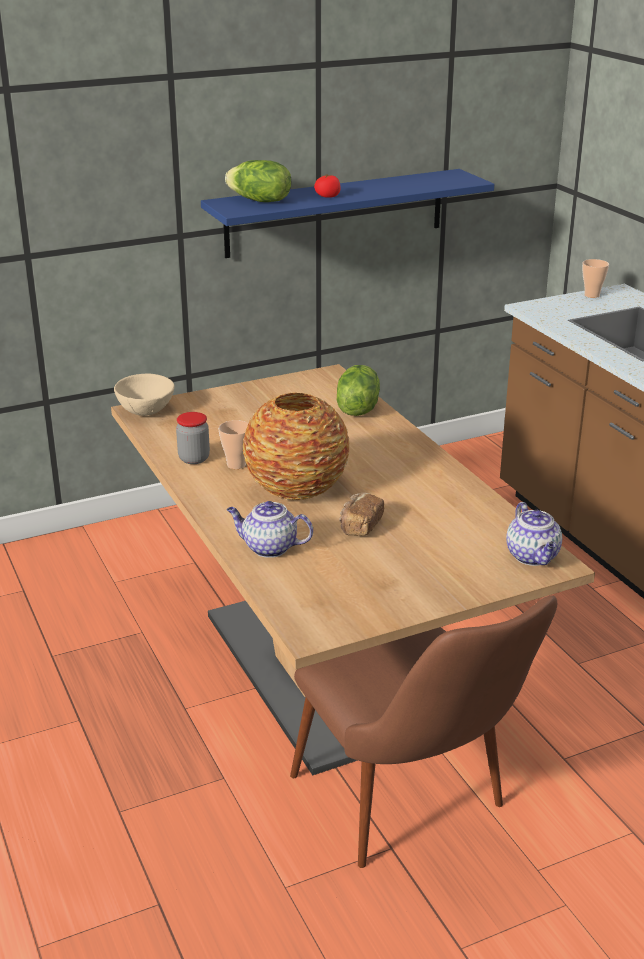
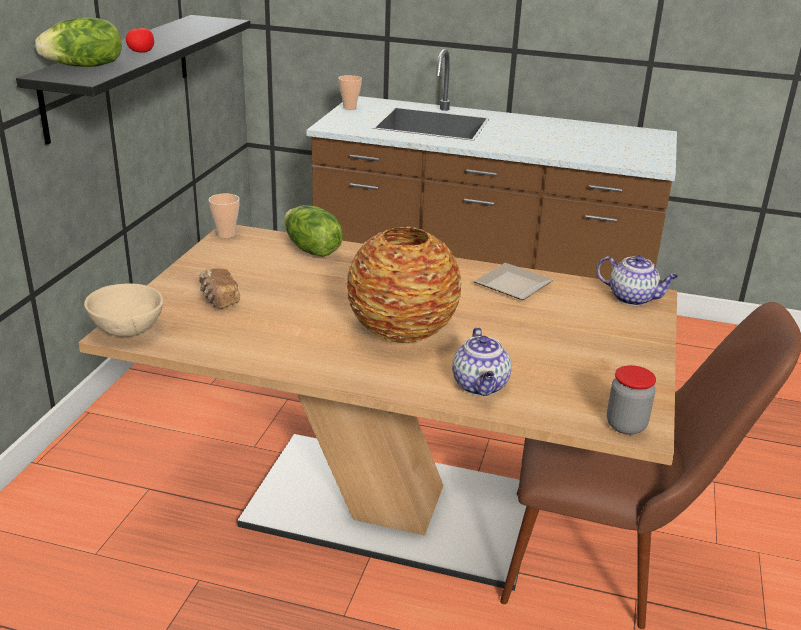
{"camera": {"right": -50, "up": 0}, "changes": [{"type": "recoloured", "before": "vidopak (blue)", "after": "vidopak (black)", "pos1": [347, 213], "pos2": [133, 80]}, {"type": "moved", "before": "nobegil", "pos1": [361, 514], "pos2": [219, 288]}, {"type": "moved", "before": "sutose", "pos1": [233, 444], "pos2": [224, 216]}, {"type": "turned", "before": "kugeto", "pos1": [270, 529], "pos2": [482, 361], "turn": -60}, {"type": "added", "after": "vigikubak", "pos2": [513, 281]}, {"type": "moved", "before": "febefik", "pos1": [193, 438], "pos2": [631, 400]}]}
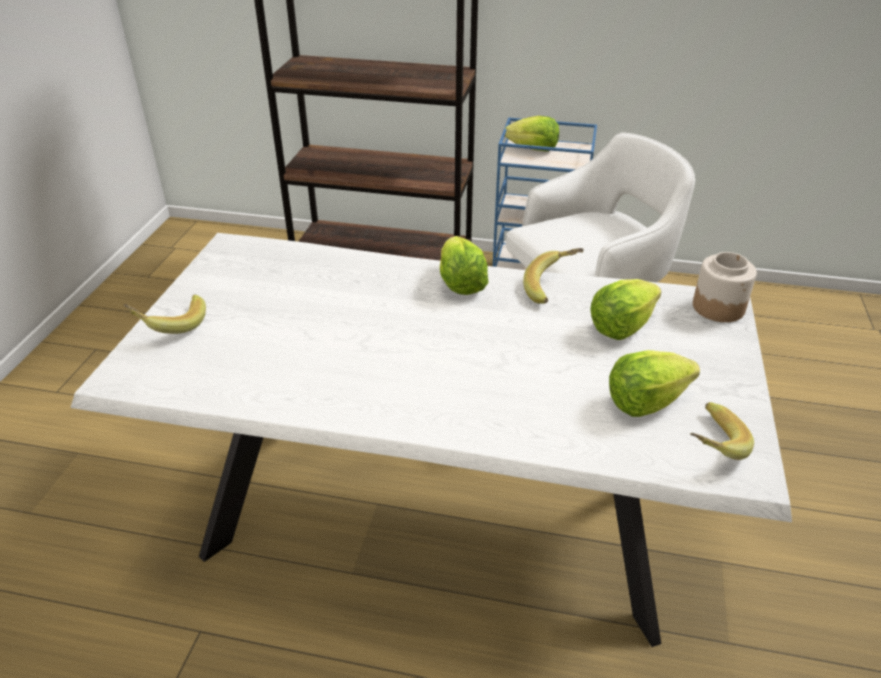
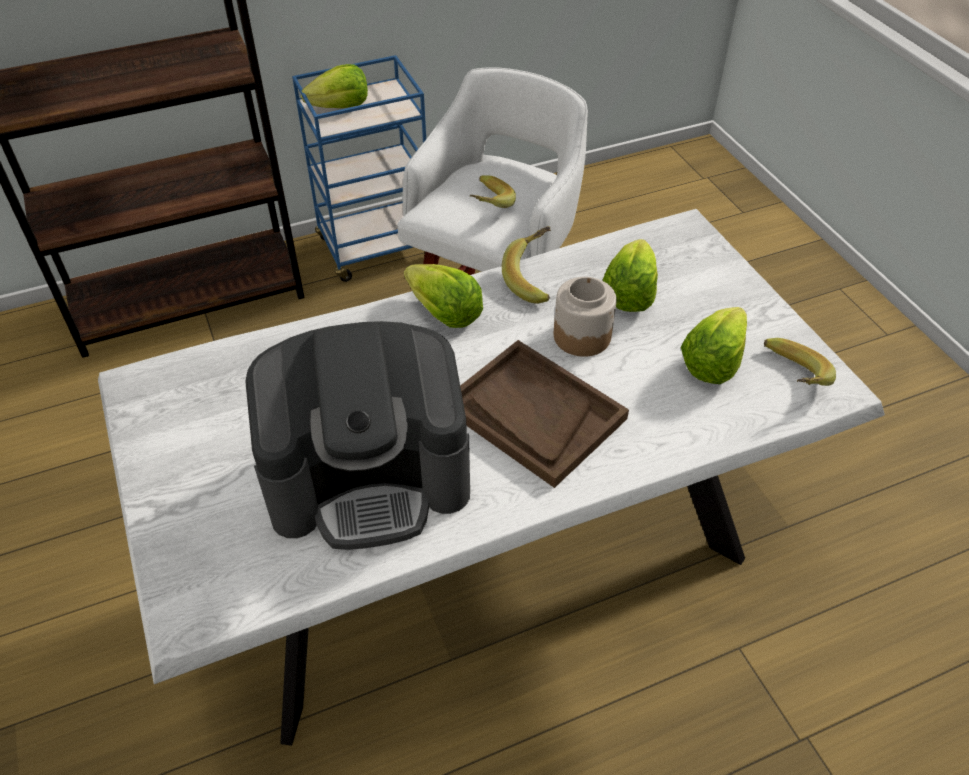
{"camera": {"right": -35, "up": 10}, "changes": [{"type": "added", "after": "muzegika", "pos2": [357, 435]}, {"type": "added", "after": "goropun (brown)", "pos2": [544, 414]}, {"type": "moved", "before": "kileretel", "pos1": [164, 314], "pos2": [493, 191]}, {"type": "moved", "before": "febefik", "pos1": [725, 287], "pos2": [585, 317]}]}
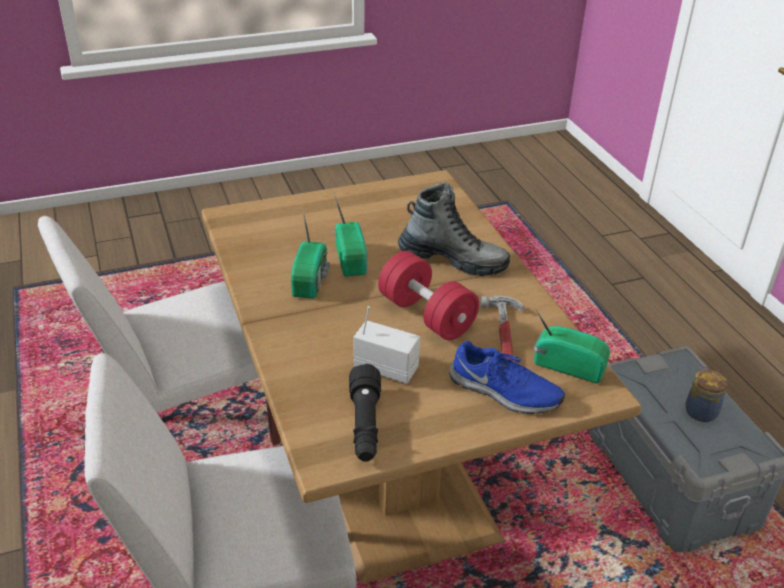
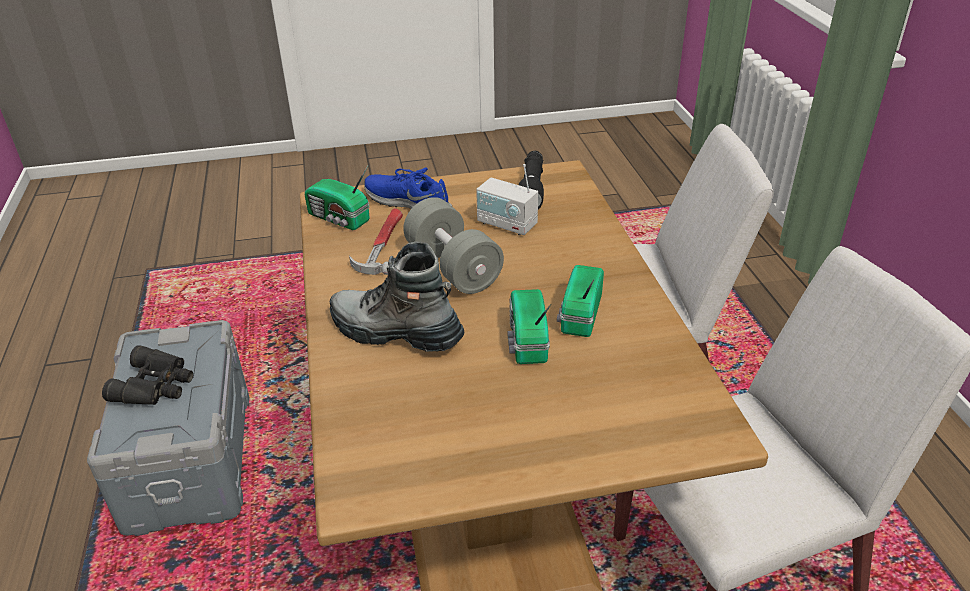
{"camera": {"right": -170, "up": 0}, "changes": [{"type": "replaced", "before": "febefik", "after": "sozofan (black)", "pos1": [706, 395], "pos2": [147, 375]}, {"type": "recoloured", "before": "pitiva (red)", "after": "pitiva (grey)", "pos1": [428, 295], "pos2": [453, 245]}]}
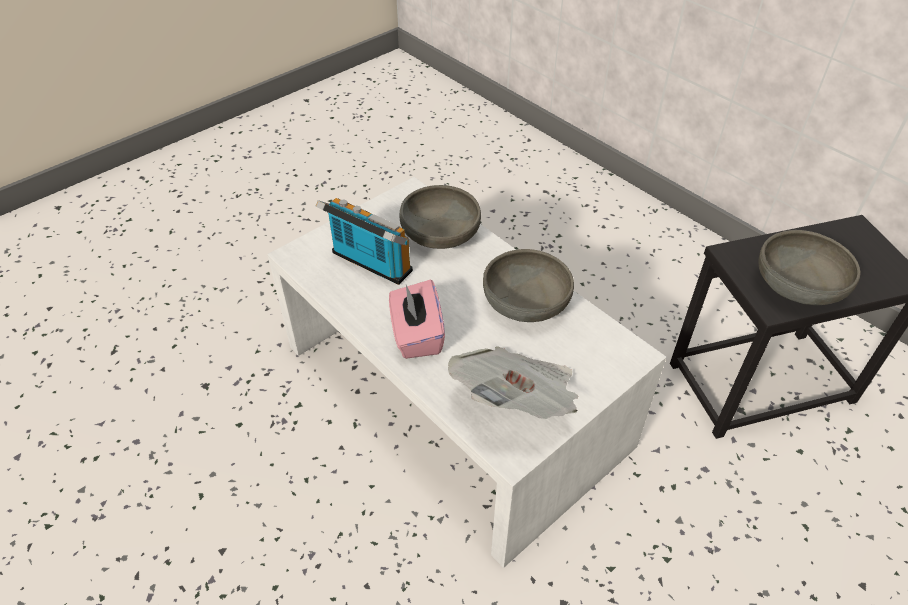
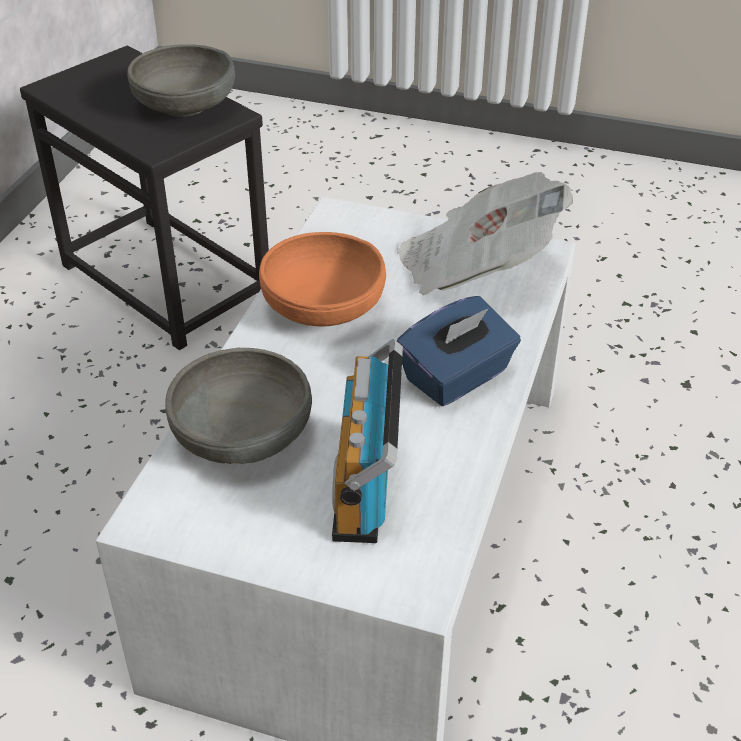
{"camera": {"right": -120, "up": -5}, "changes": [{"type": "recoloured", "before": "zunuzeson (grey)", "after": "zunuzeson (orange)", "pos1": [528, 285], "pos2": [322, 279]}, {"type": "recoloured", "before": "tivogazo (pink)", "after": "tivogazo (blue)", "pos1": [417, 319], "pos2": [459, 351]}]}
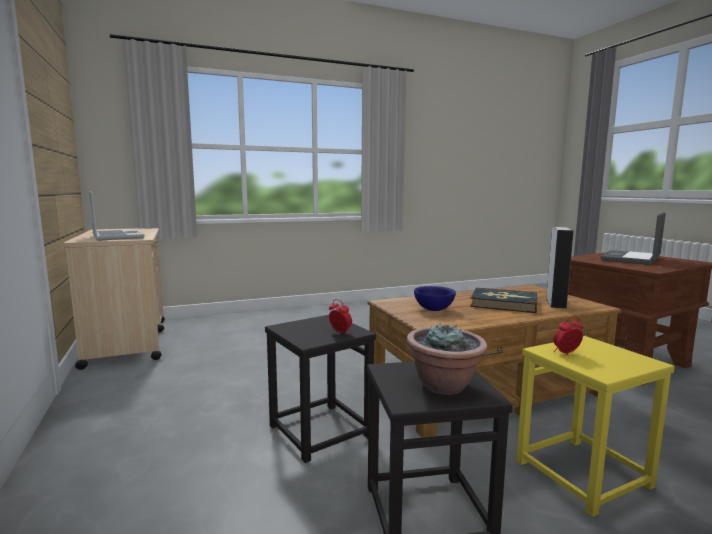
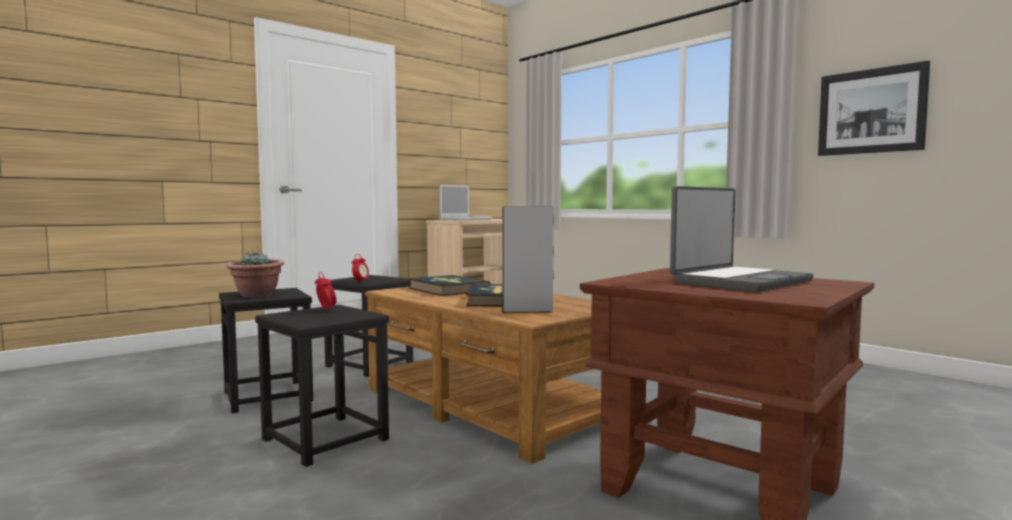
{"camera": {"right": 70, "up": -5}, "changes": [{"type": "recoloured", "before": "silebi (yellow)", "after": "silebi (black)", "pos1": [595, 426], "pos2": [322, 386]}, {"type": "replaced", "before": "zunuzeson (blue)", "after": "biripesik", "pos1": [435, 298], "pos2": [449, 285]}, {"type": "turned", "before": "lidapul", "pos1": [633, 238], "pos2": [742, 239], "turn": 120}, {"type": "added", "after": "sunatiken", "pos2": [874, 108]}]}
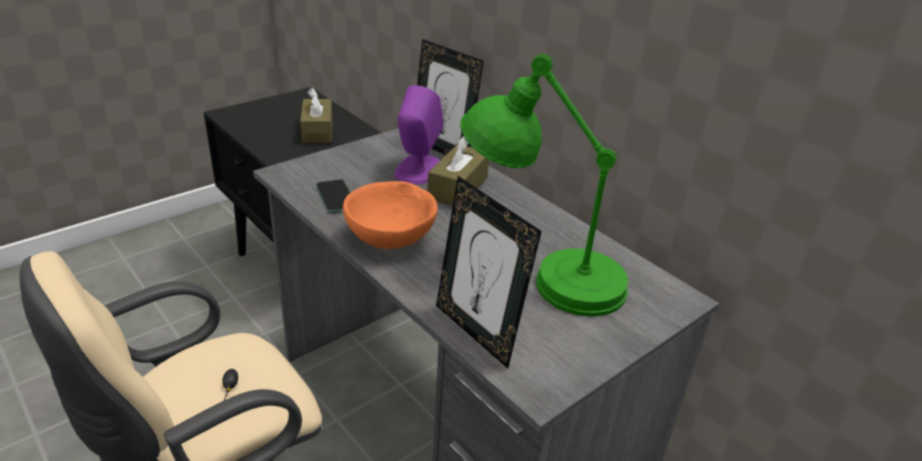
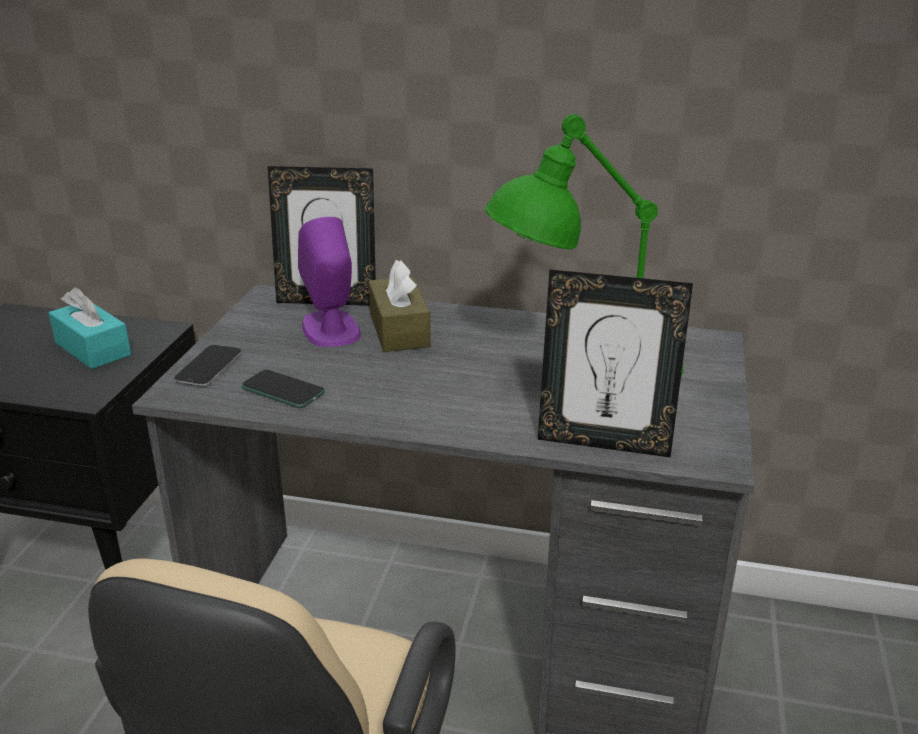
{"camera": {"right": -35, "up": -5}, "changes": [{"type": "recoloured", "before": "tivogazo (brown)", "after": "tivogazo (turquoise)", "pos1": [316, 115], "pos2": [90, 328]}, {"type": "added", "after": "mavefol", "pos2": [208, 365]}, {"type": "removed", "before": "zunuzeson (orange)", "pos1": [390, 215]}]}
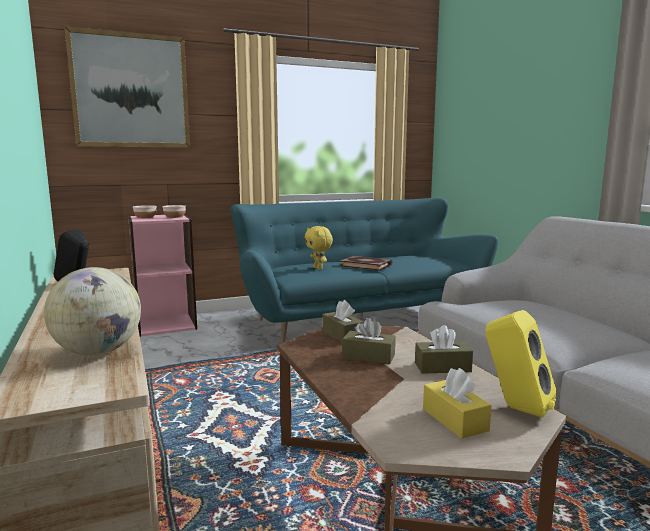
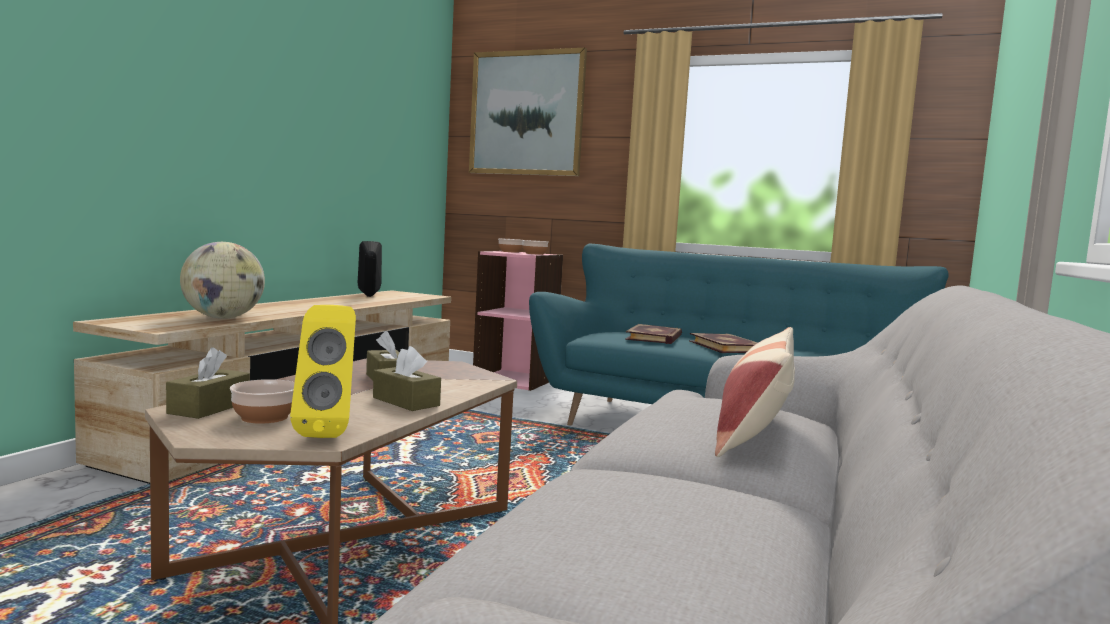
{"camera": {"right": 45, "up": -5}, "changes": [{"type": "moved", "before": "tivogazo (brown)", "pos1": [343, 321], "pos2": [208, 383]}, {"type": "replaced", "before": "tivogazo (yellow)", "after": "zunuzeson", "pos1": [457, 403], "pos2": [262, 401]}, {"type": "replaced", "before": "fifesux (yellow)", "after": "biripesik", "pos1": [318, 248], "pos2": [653, 334]}, {"type": "added", "after": "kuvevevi", "pos2": [755, 392]}]}
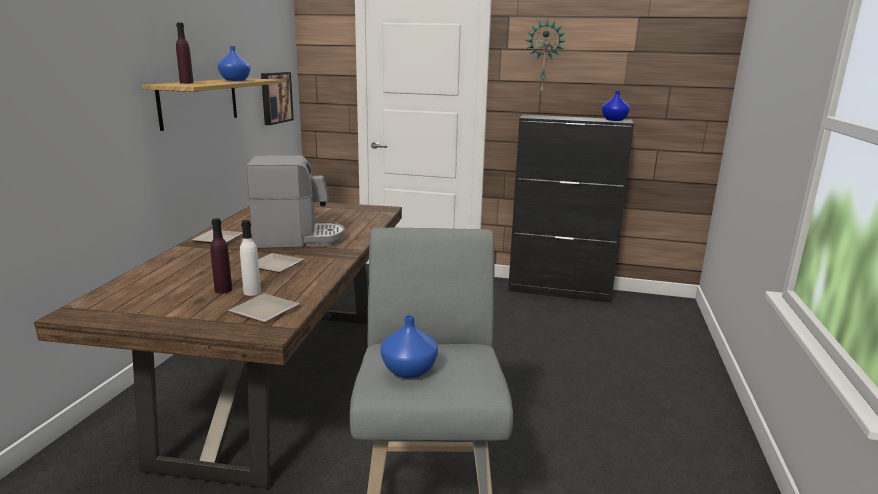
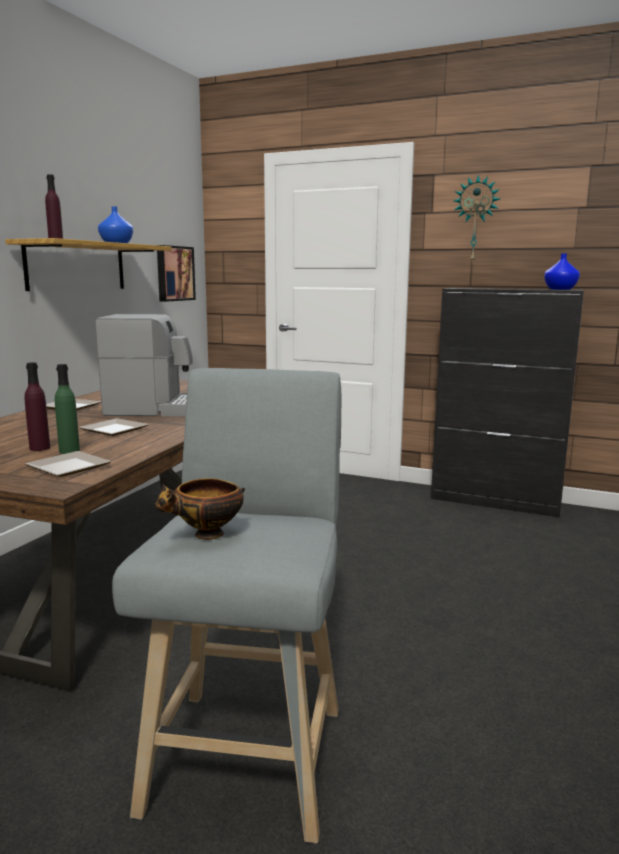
{"camera": {"right": 10, "up": -5}, "changes": [{"type": "recoloured", "before": "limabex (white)", "after": "limabex (green)", "pos1": [250, 258], "pos2": [67, 409]}, {"type": "replaced", "before": "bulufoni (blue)", "after": "zunuzeson", "pos1": [409, 347], "pos2": [200, 509]}]}
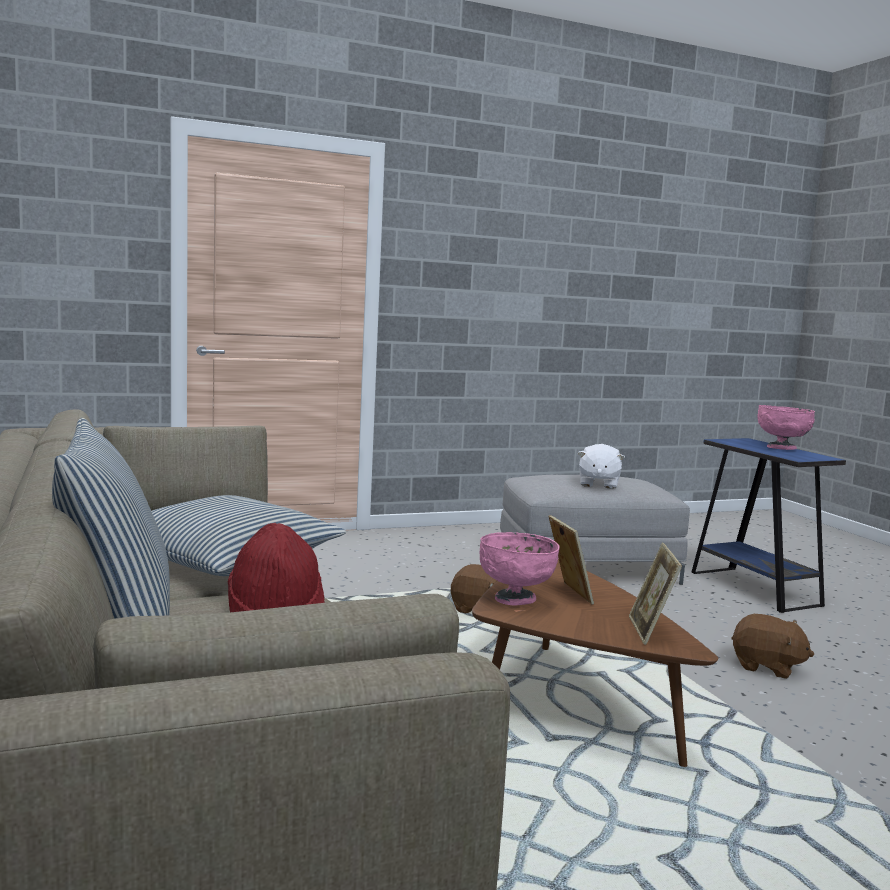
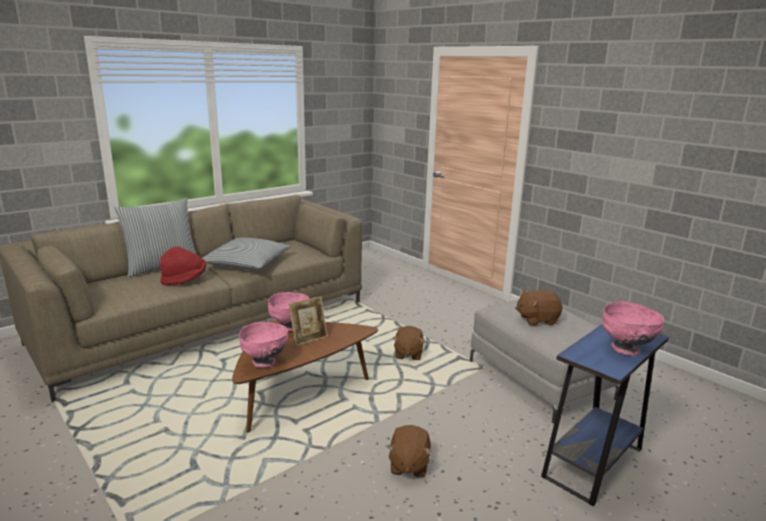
{"camera": {"right": 70, "up": 10}, "changes": [{"type": "replaced", "before": "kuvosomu", "after": "zunuzeson (pink)", "pos1": [655, 594], "pos2": [263, 345]}, {"type": "recoloured", "before": "fifesux (white)", "after": "fifesux (brown)", "pos1": [601, 466], "pos2": [539, 307]}]}
